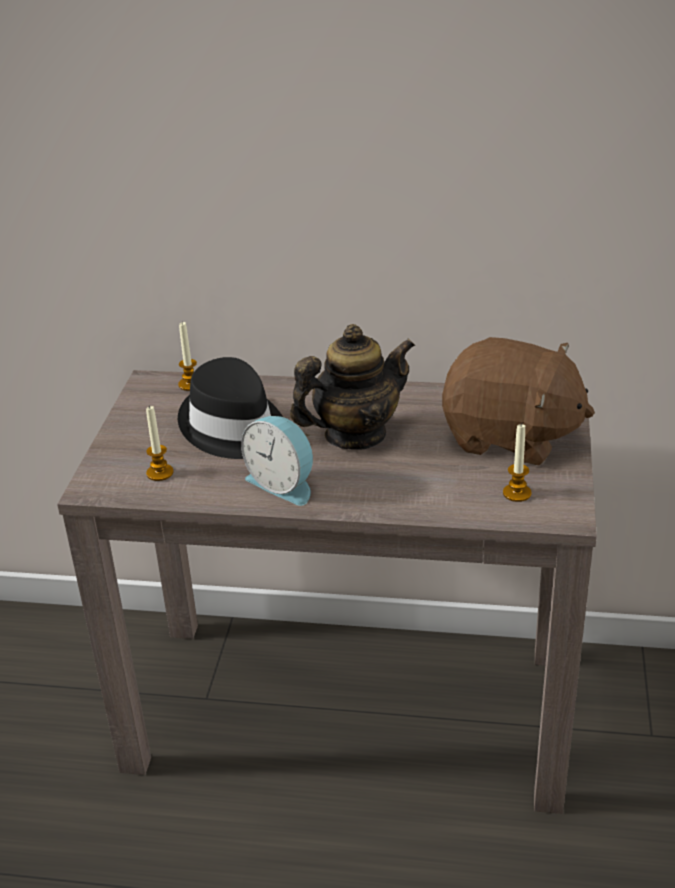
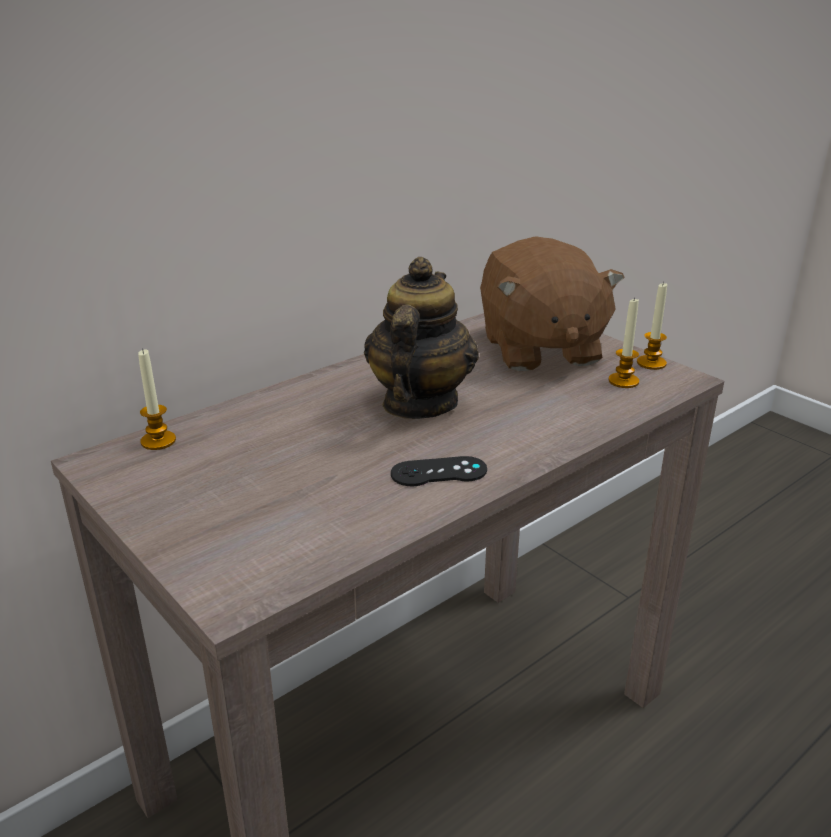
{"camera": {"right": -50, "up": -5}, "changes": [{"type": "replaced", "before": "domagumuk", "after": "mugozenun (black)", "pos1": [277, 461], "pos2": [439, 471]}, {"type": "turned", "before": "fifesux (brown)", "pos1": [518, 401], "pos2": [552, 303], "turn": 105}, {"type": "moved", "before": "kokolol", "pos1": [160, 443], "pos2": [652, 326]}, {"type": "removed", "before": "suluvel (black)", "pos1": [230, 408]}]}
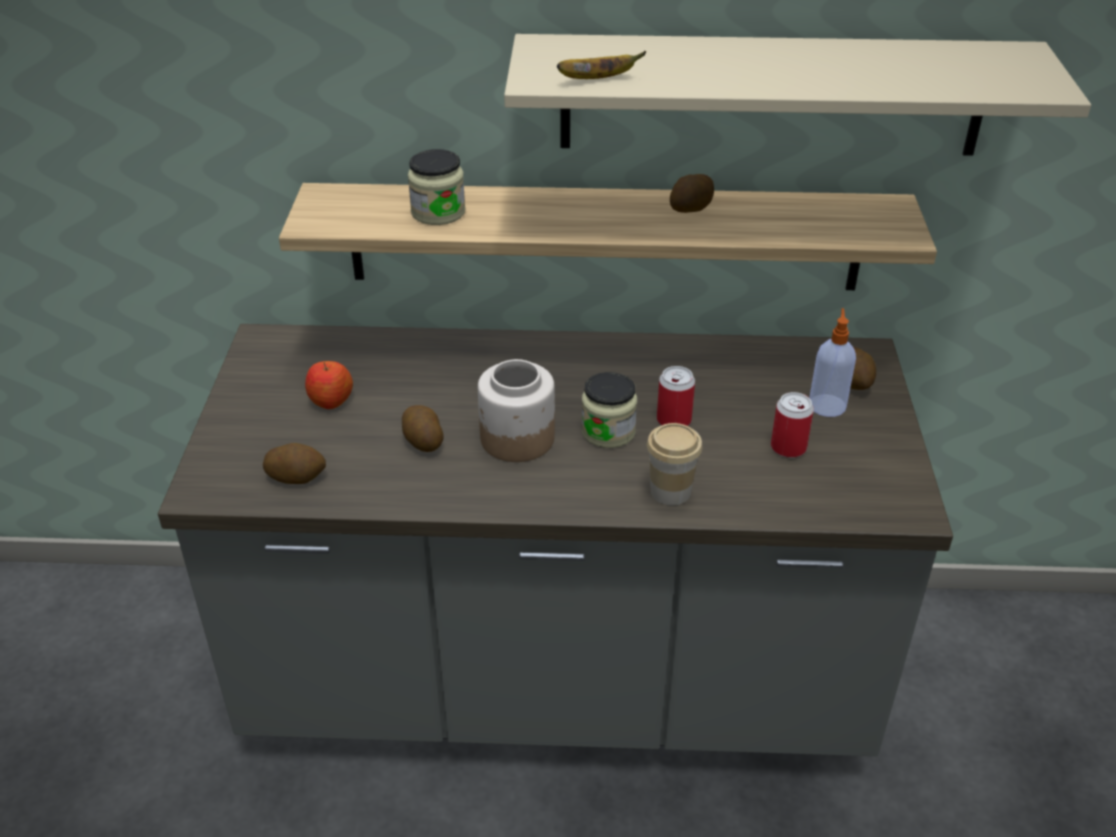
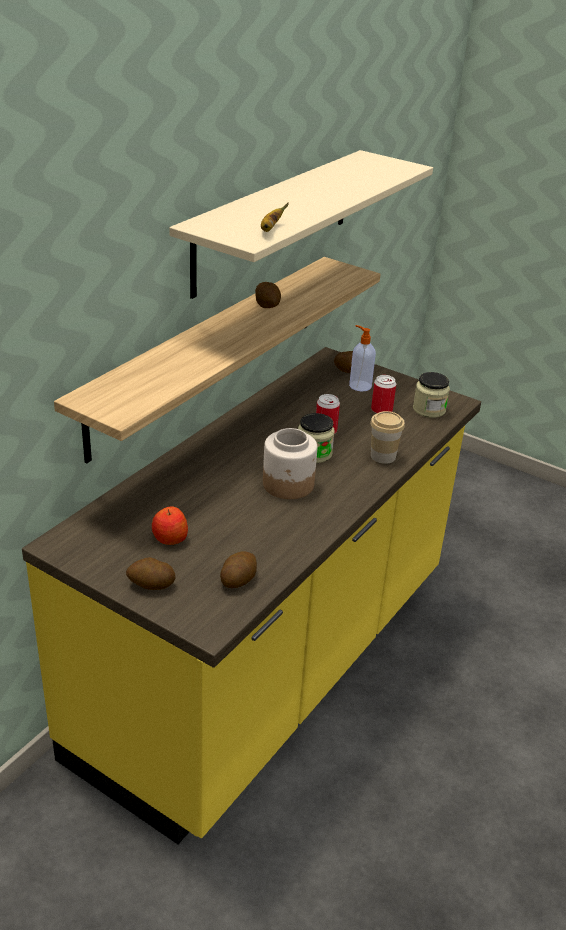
{"camera": {"right": -60, "up": -5}, "changes": [{"type": "recoloured", "before": "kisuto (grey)", "after": "kisuto (yellow)", "pos1": [555, 540], "pos2": [251, 595]}, {"type": "moved", "before": "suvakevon", "pos1": [423, 428], "pos2": [151, 573]}, {"type": "moved", "before": "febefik", "pos1": [436, 187], "pos2": [431, 395]}]}
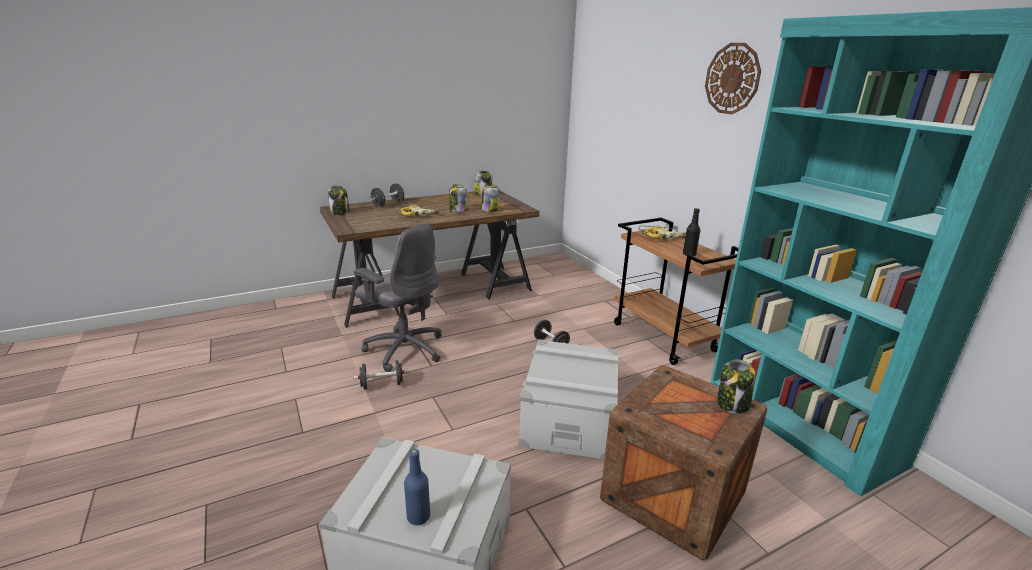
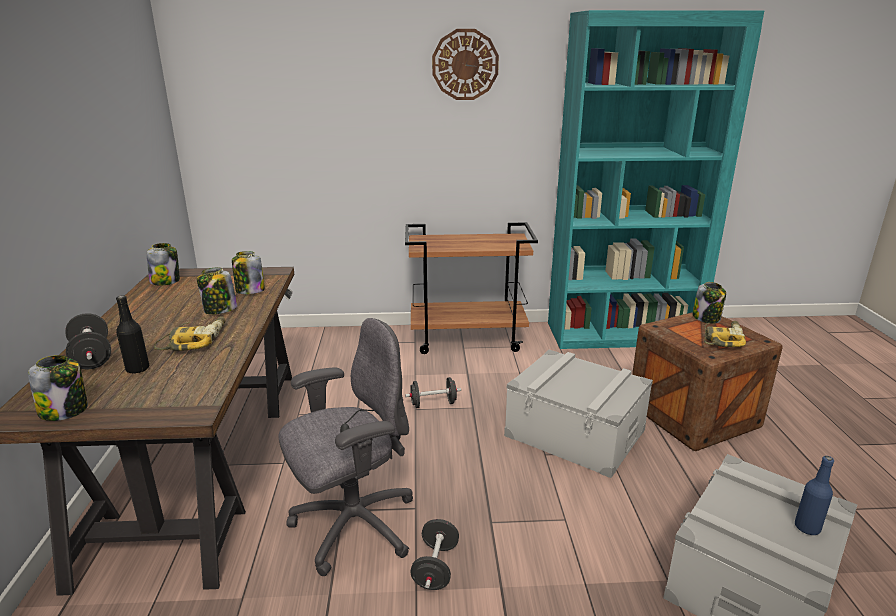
{"camera": {"right": -65, "up": 0}, "changes": [{"type": "moved", "before": "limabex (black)", "pos1": [692, 232], "pos2": [132, 334]}, {"type": "moved", "before": "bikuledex", "pos1": [662, 232], "pos2": [725, 334]}]}
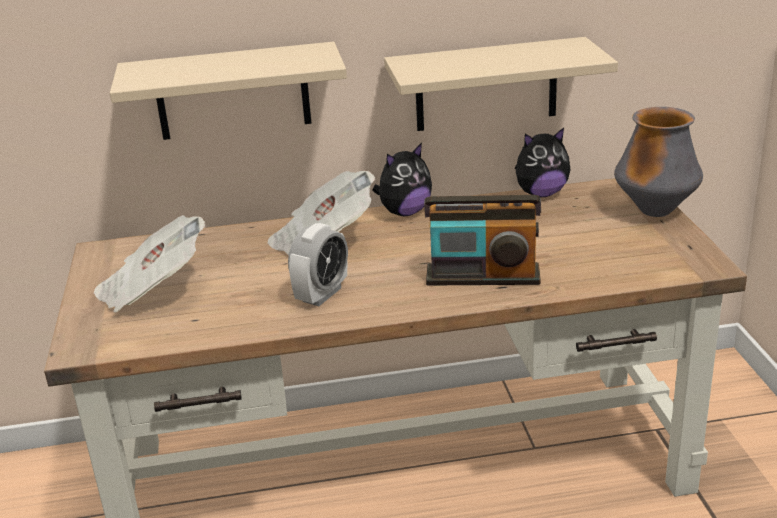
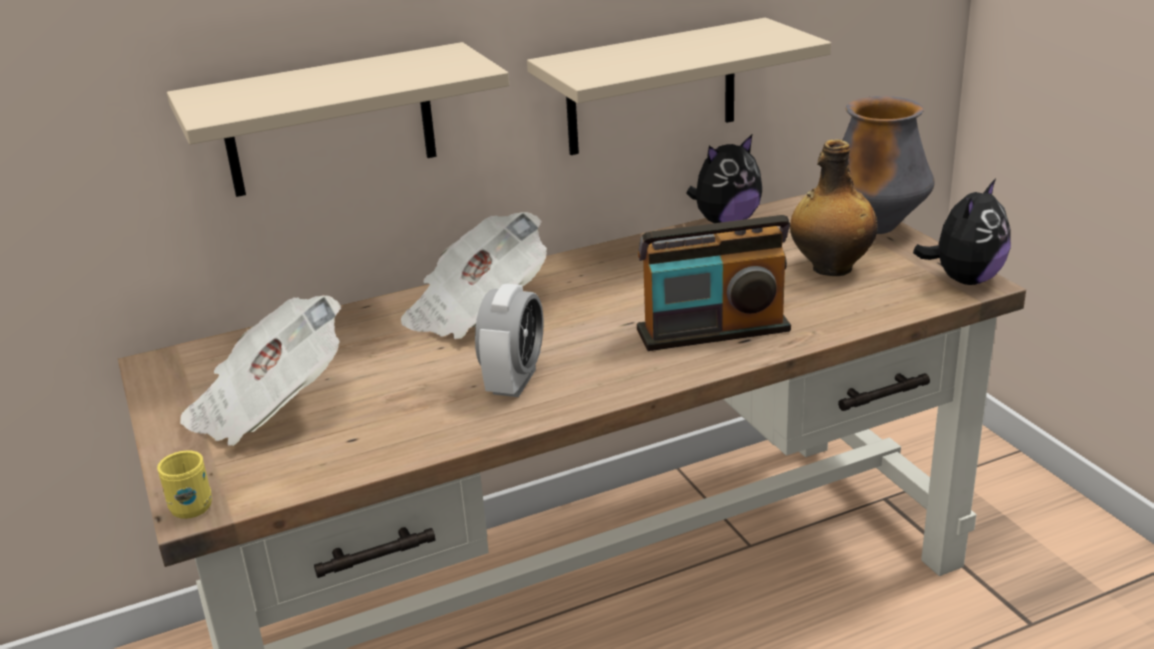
{"camera": {"right": -15, "up": 0}, "changes": [{"type": "added", "after": "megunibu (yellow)", "pos2": [184, 484]}, {"type": "added", "after": "limabex", "pos2": [834, 207]}, {"type": "moved", "before": "fifesux", "pos1": [402, 179], "pos2": [962, 231]}]}
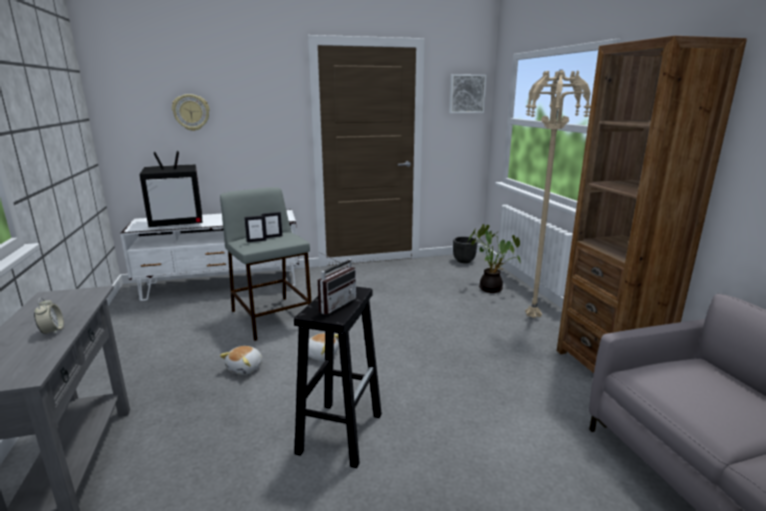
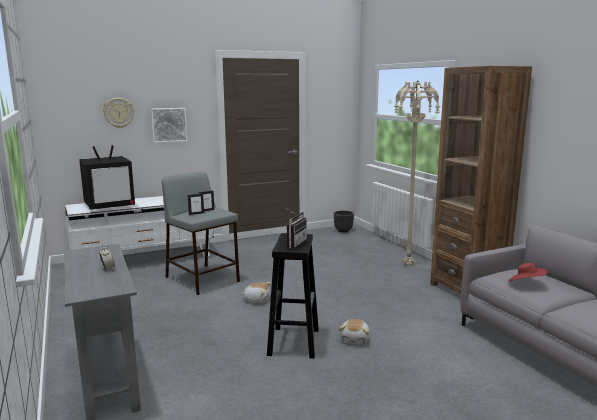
{"camera": {"right": -10, "up": -5}, "changes": [{"type": "moved", "before": "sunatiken", "pos1": [467, 93], "pos2": [169, 125]}, {"type": "moved", "before": "fifesux", "pos1": [241, 360], "pos2": [354, 331]}, {"type": "added", "after": "suluvel (red)", "pos2": [528, 272]}, {"type": "removed", "before": "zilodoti", "pos1": [494, 258]}]}
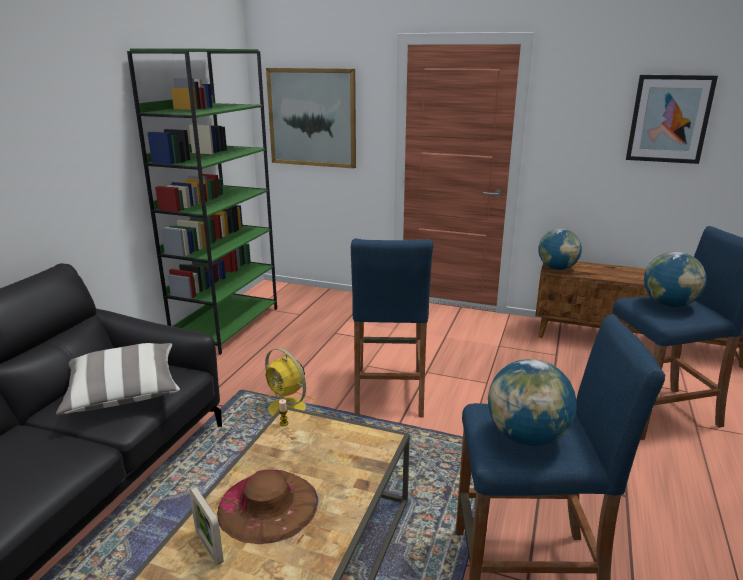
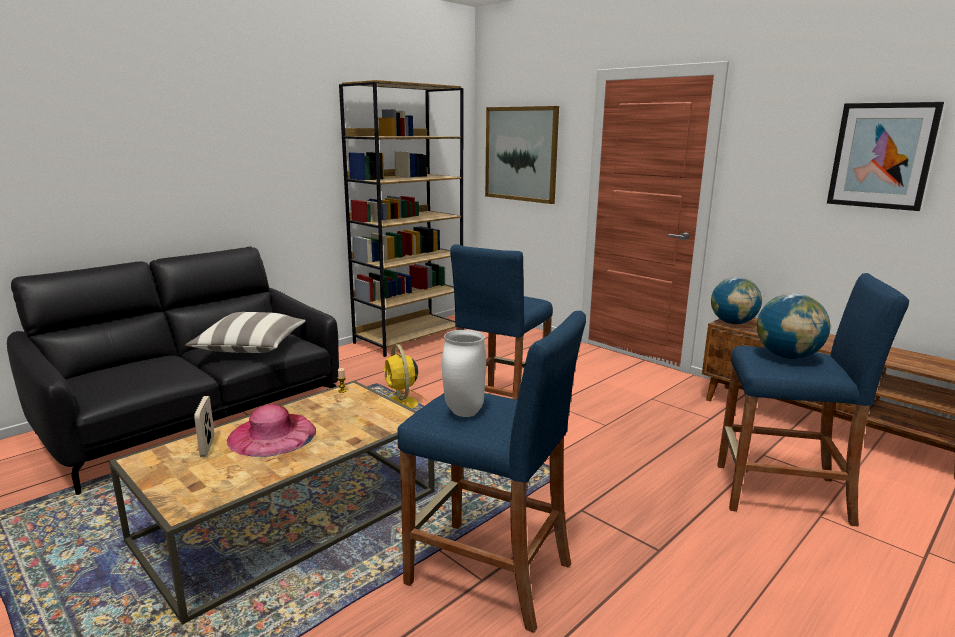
{"camera": {"right": 25, "up": -5}, "changes": [{"type": "recoloured", "before": "suluvel (brown)", "after": "suluvel (pink)", "pos1": [267, 507], "pos2": [271, 430]}, {"type": "recoloured", "before": "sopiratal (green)", "after": "sopiratal (brown)", "pos1": [202, 201], "pos2": [401, 218]}, {"type": "replaced", "before": "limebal", "after": "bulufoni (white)", "pos1": [532, 402], "pos2": [464, 373]}]}
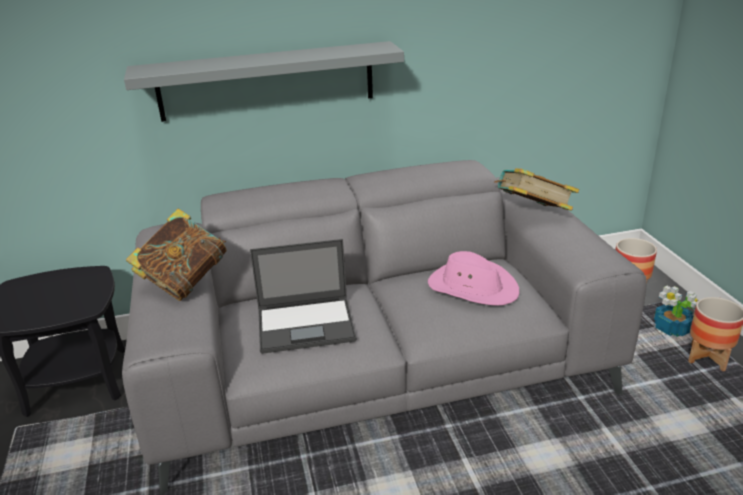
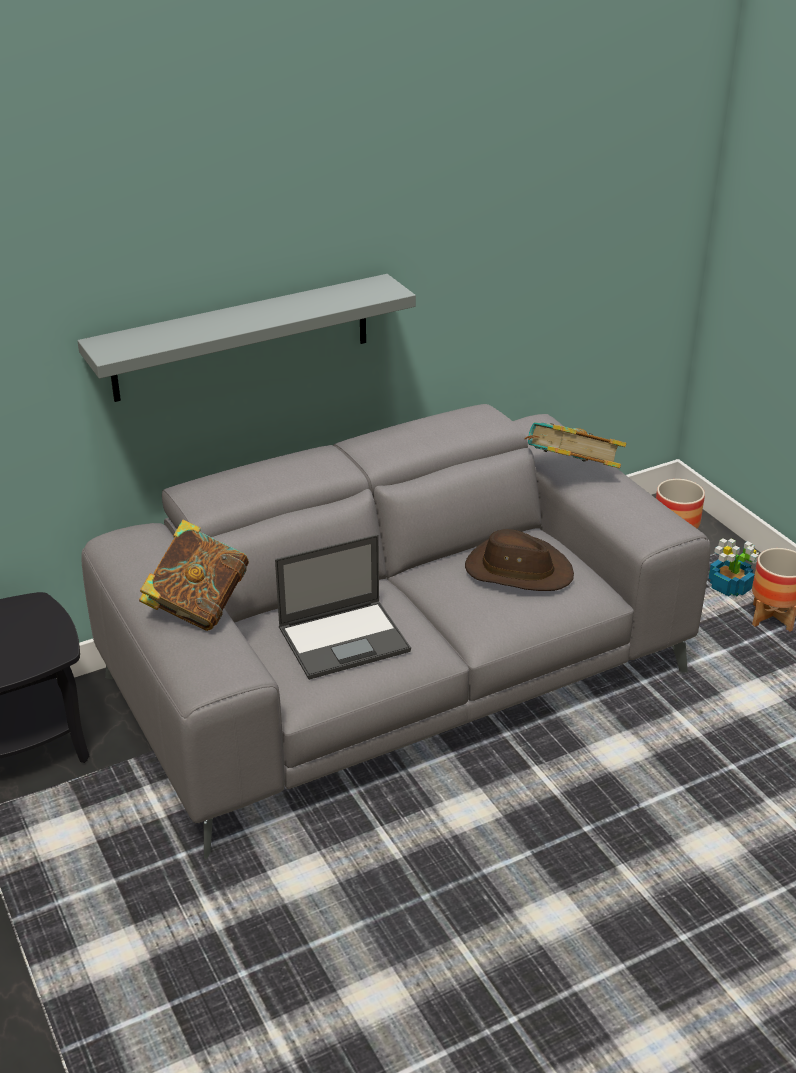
{"camera": {"right": -15, "up": 5}, "changes": [{"type": "recoloured", "before": "suluvel (pink)", "after": "suluvel (brown)", "pos1": [473, 278], "pos2": [519, 560]}]}
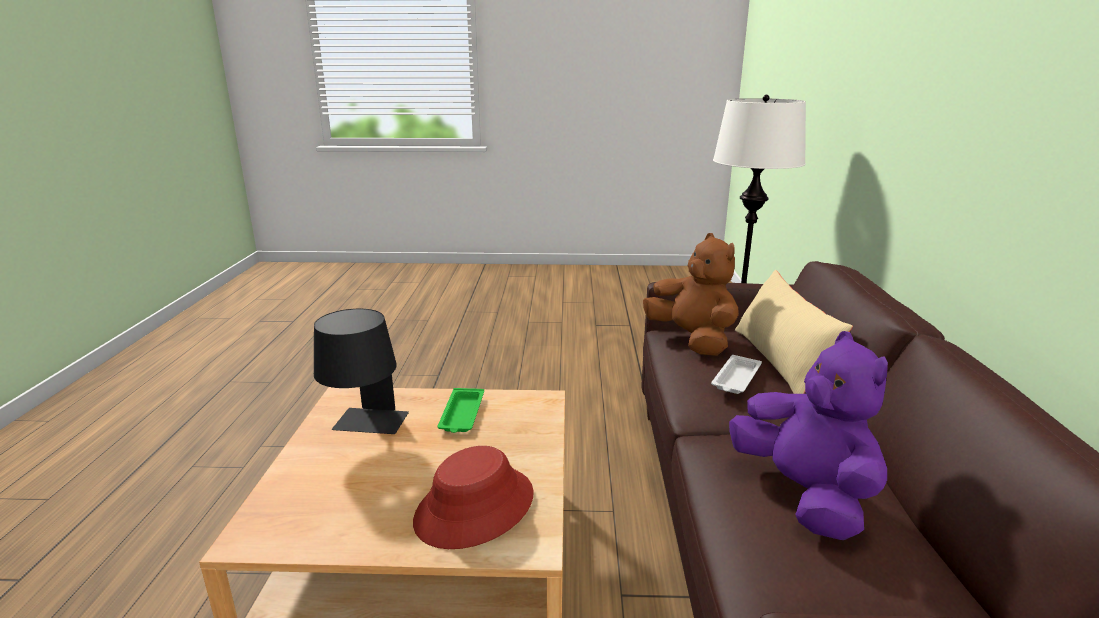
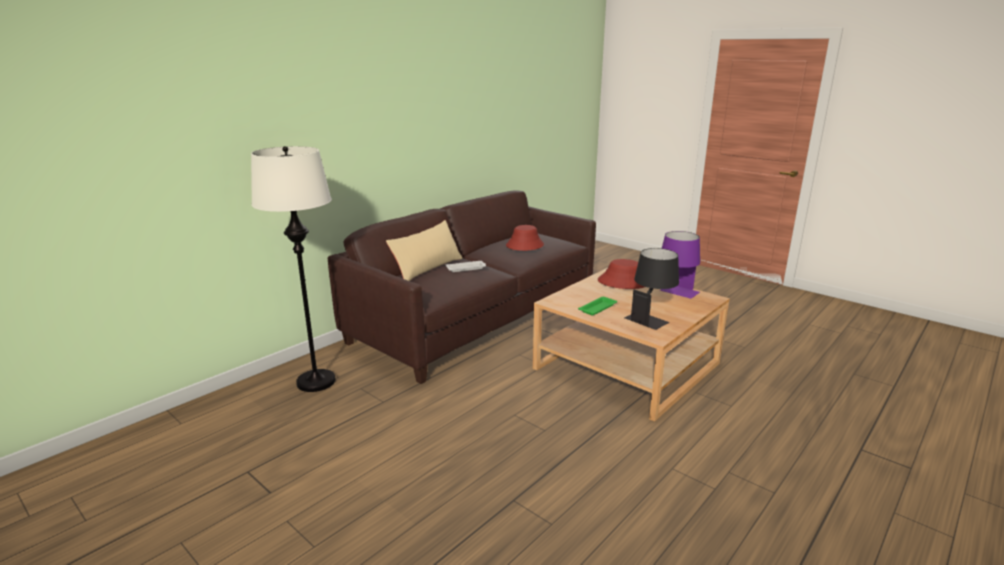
{"camera": {"right": -140, "up": 0}, "changes": [{"type": "replaced", "before": "fifesux (purple)", "after": "suluvel (red)", "pos1": [808, 435], "pos2": [525, 238]}, {"type": "added", "after": "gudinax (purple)", "pos2": [680, 265]}, {"type": "removed", "before": "fifesux (brown)", "pos1": [691, 294]}]}
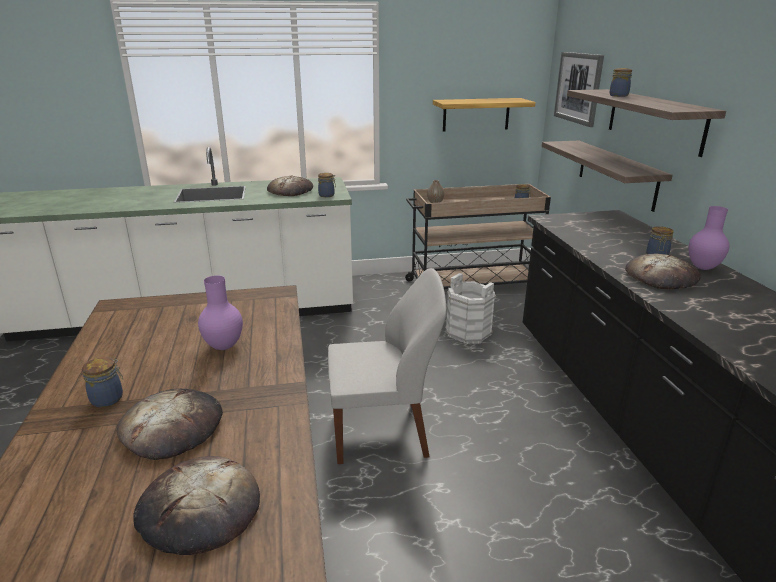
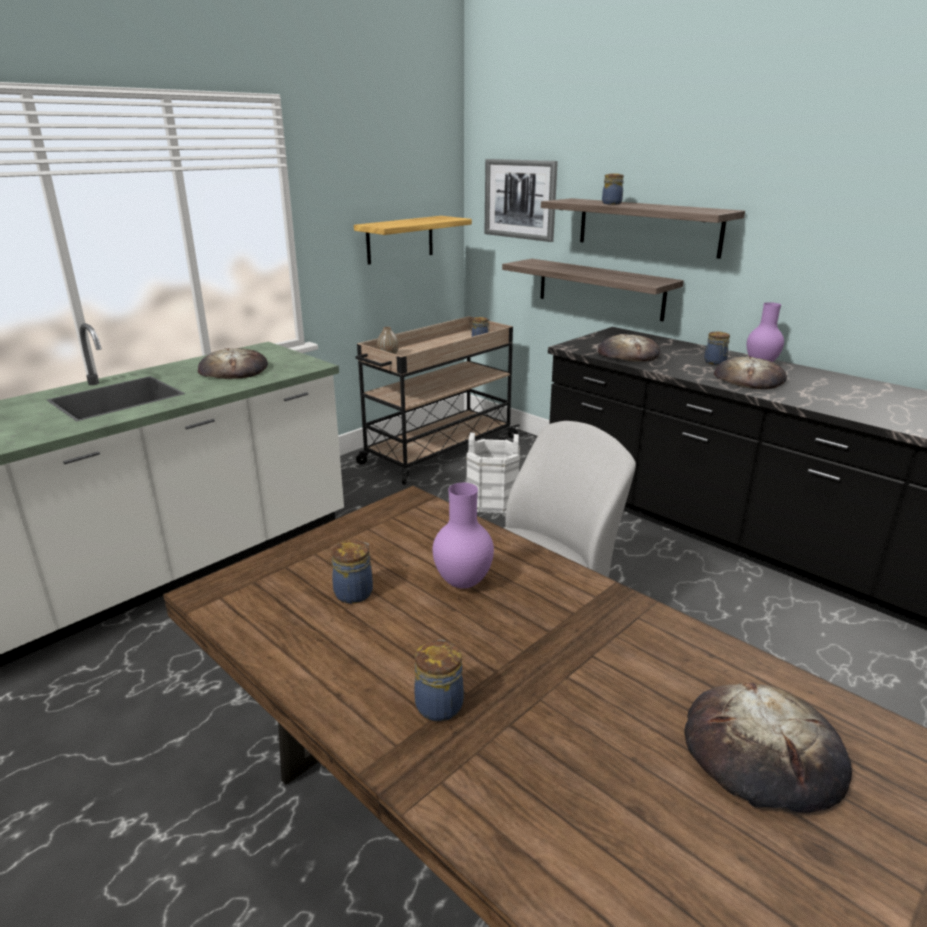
{"camera": {"right": -35, "up": 0}, "changes": [{"type": "moved", "before": "febefik", "pos1": [327, 185], "pos2": [352, 572]}, {"type": "moved", "before": "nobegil", "pos1": [170, 424], "pos2": [629, 348]}]}
